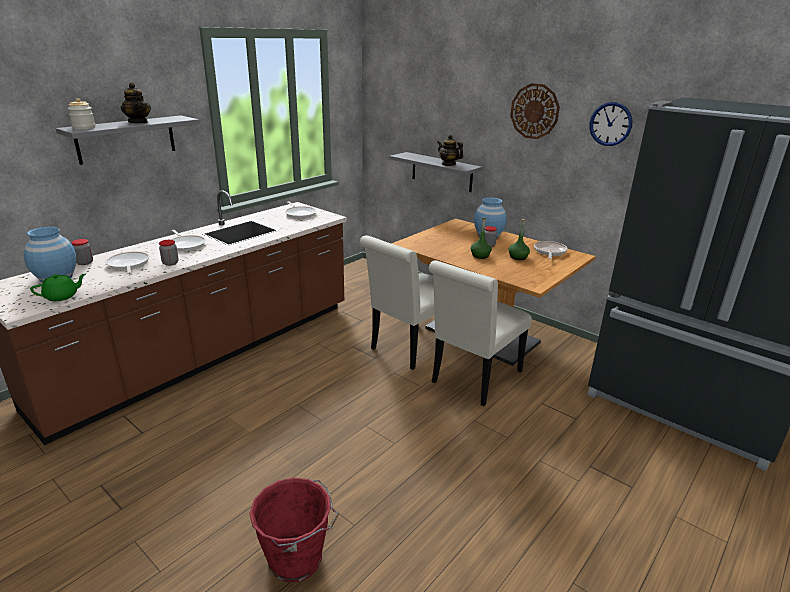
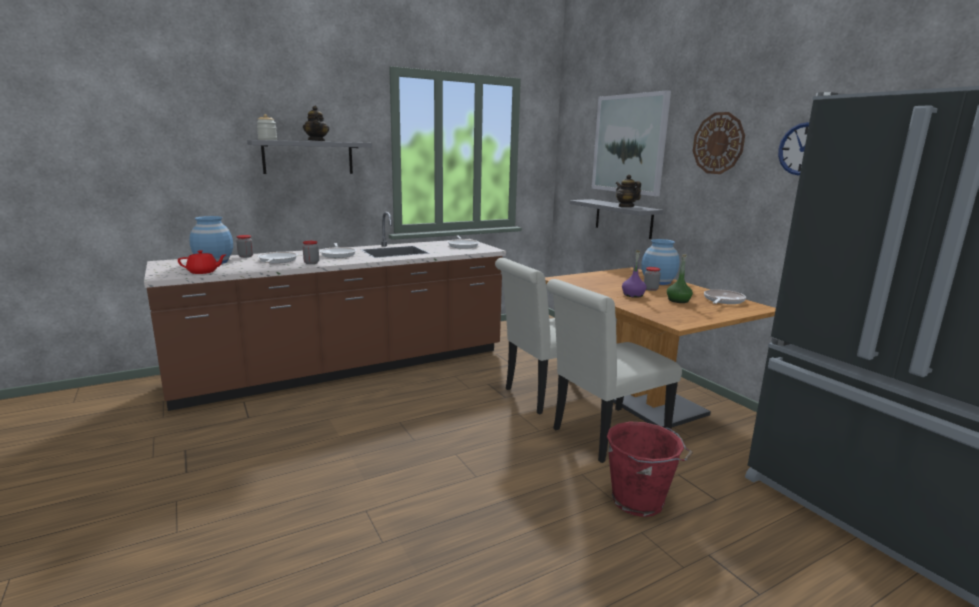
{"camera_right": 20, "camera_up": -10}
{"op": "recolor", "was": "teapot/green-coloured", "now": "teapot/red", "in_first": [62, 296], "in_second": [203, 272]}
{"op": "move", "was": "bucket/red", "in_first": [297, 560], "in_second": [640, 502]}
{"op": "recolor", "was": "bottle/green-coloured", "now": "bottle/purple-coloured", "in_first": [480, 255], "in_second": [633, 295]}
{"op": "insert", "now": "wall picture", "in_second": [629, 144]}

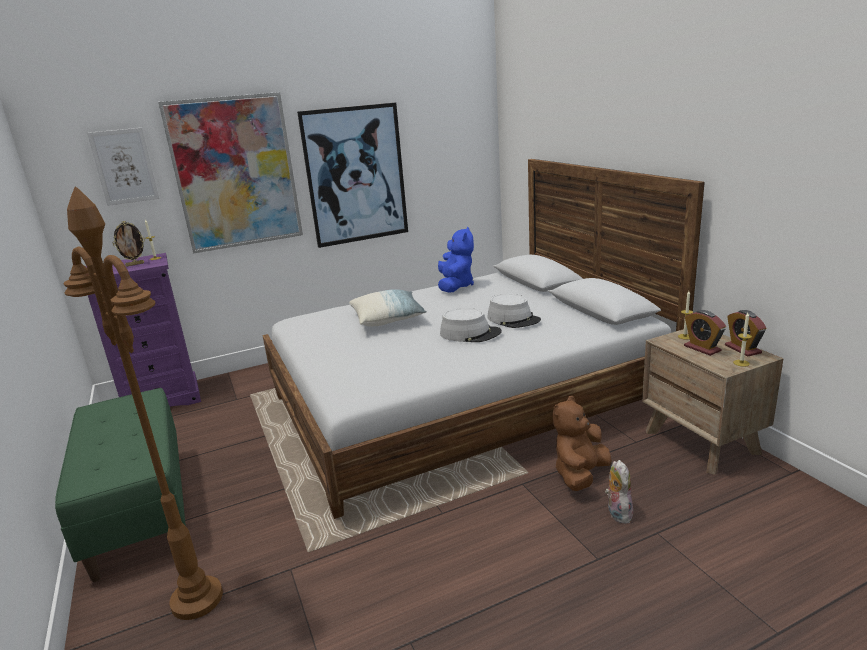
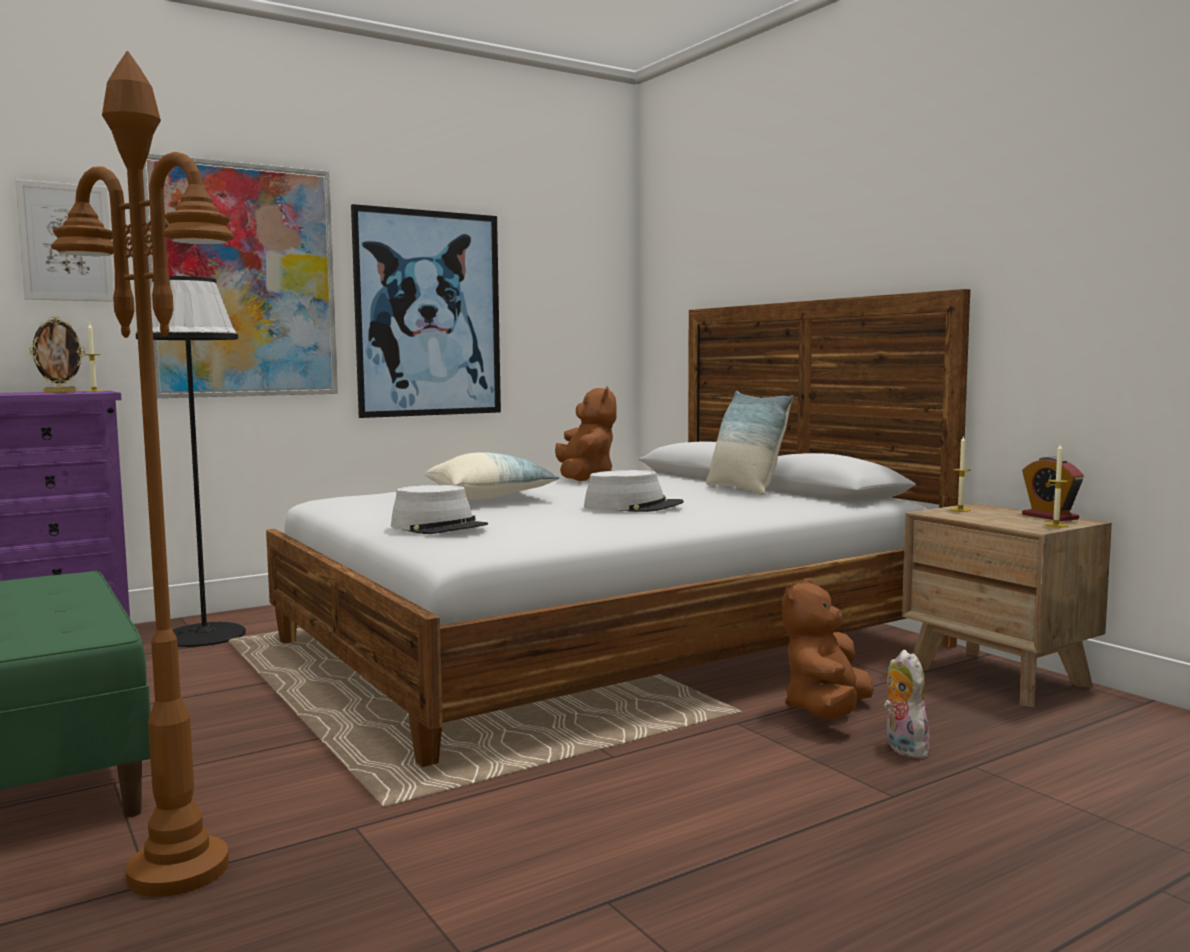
{"camera_right": -10, "camera_up": -15}
{"op": "recolor", "was": "plush toy/bluish", "now": "plush toy/brown", "in_first": [455, 286], "in_second": [584, 478]}
{"op": "move", "was": "wearable hat/greyish", "in_first": [513, 319], "in_second": [439, 527]}
{"op": "delete", "was": "bedside clock", "in_first": [702, 348]}
{"op": "insert", "now": "floor lamp/black", "in_second": [205, 635]}
{"op": "insert", "now": "pillow", "in_second": [744, 489]}

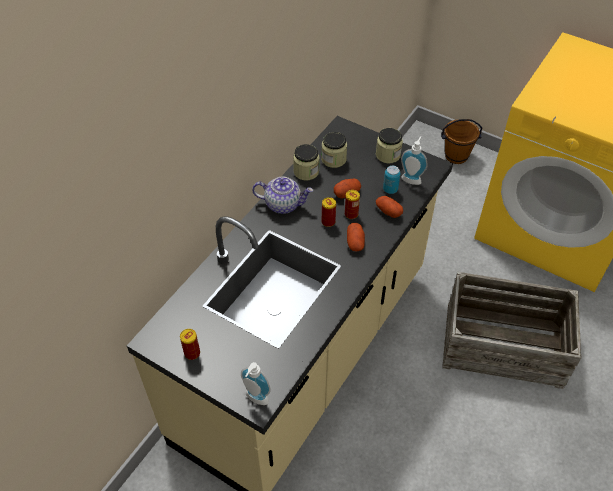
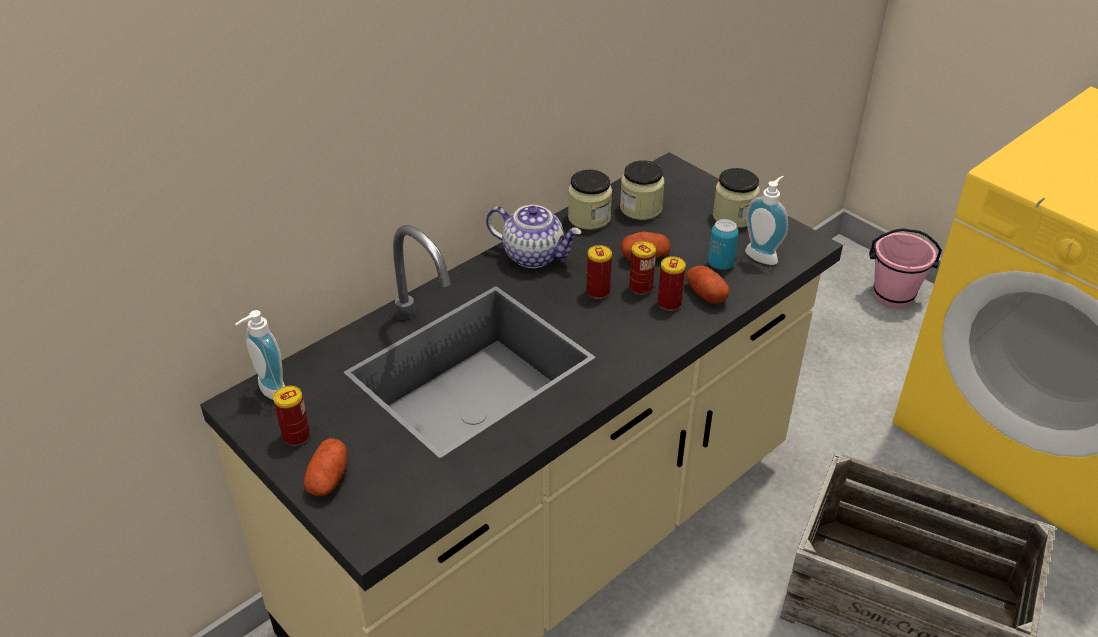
{"camera_right": 15, "camera_up": -10}
{"op": "move", "was": "soap bottle", "in_first": [255, 400], "in_second": [268, 392]}
{"op": "move", "was": "spud", "in_first": [355, 242], "in_second": [328, 478]}
{"op": "recolor", "was": "bucket/brown", "now": "bucket/pink-coloured", "in_first": [456, 156], "in_second": [893, 295]}
{"op": "insert", "now": "sealed can", "in_second": [669, 303]}

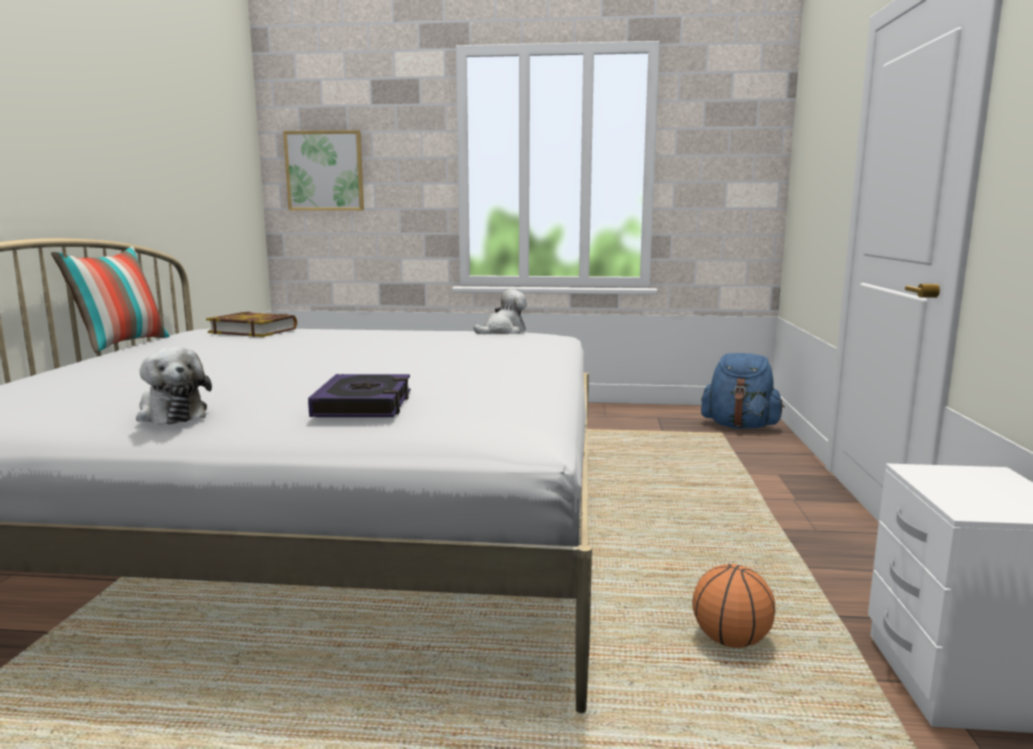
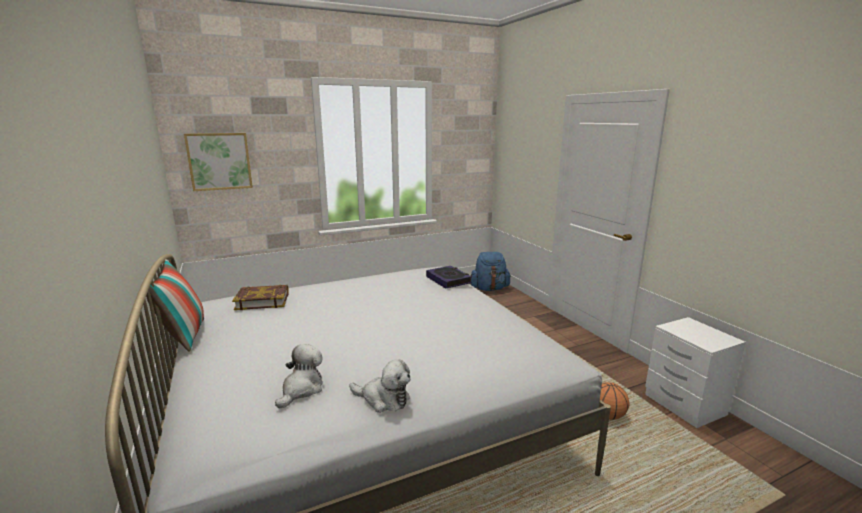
{"camera_right": -30, "camera_up": 5}
{"op": "move", "was": "bound book", "in_first": [364, 404], "in_second": [448, 280]}
{"op": "move", "was": "plush toy", "in_first": [503, 331], "in_second": [301, 389]}

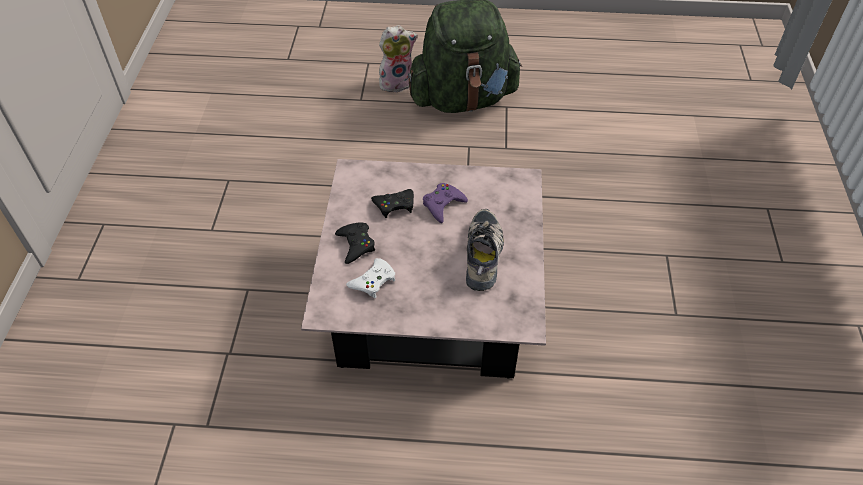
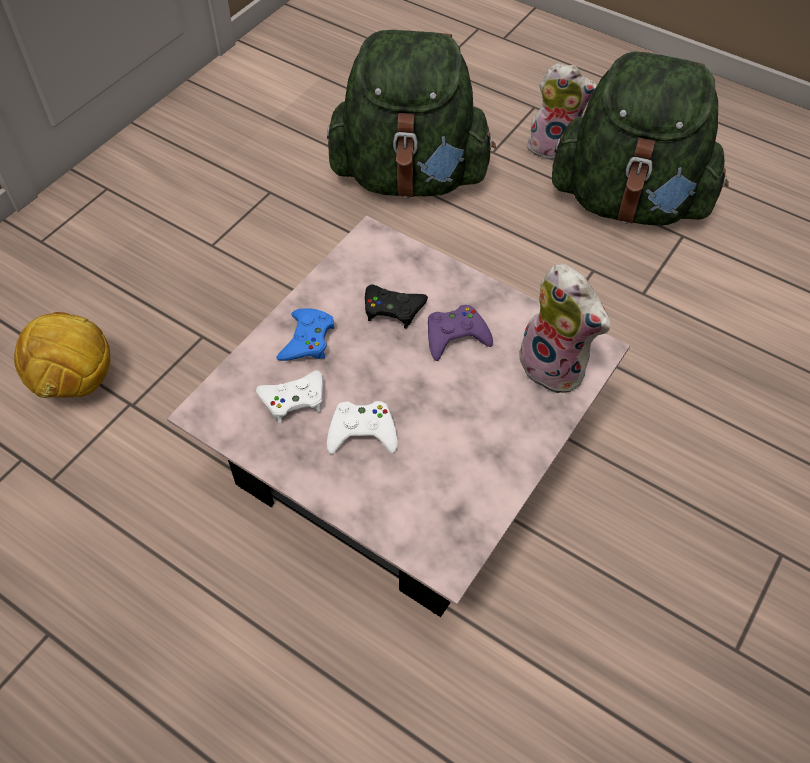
{"camera_right": 30, "camera_up": 5}
{"op": "recolor", "was": "gamepad/black", "now": "gamepad/bluish", "in_first": [356, 245], "in_second": [307, 340]}
{"op": "delete", "was": "low shoe", "in_first": [485, 255]}
{"op": "insert", "now": "football ball", "in_second": [77, 383]}
{"op": "insert", "now": "knapsack/green-coloured", "in_second": [410, 177]}
{"op": "insert", "now": "gamepad/whitish", "in_second": [362, 432]}
{"op": "insert", "now": "plush toy", "in_second": [556, 367]}

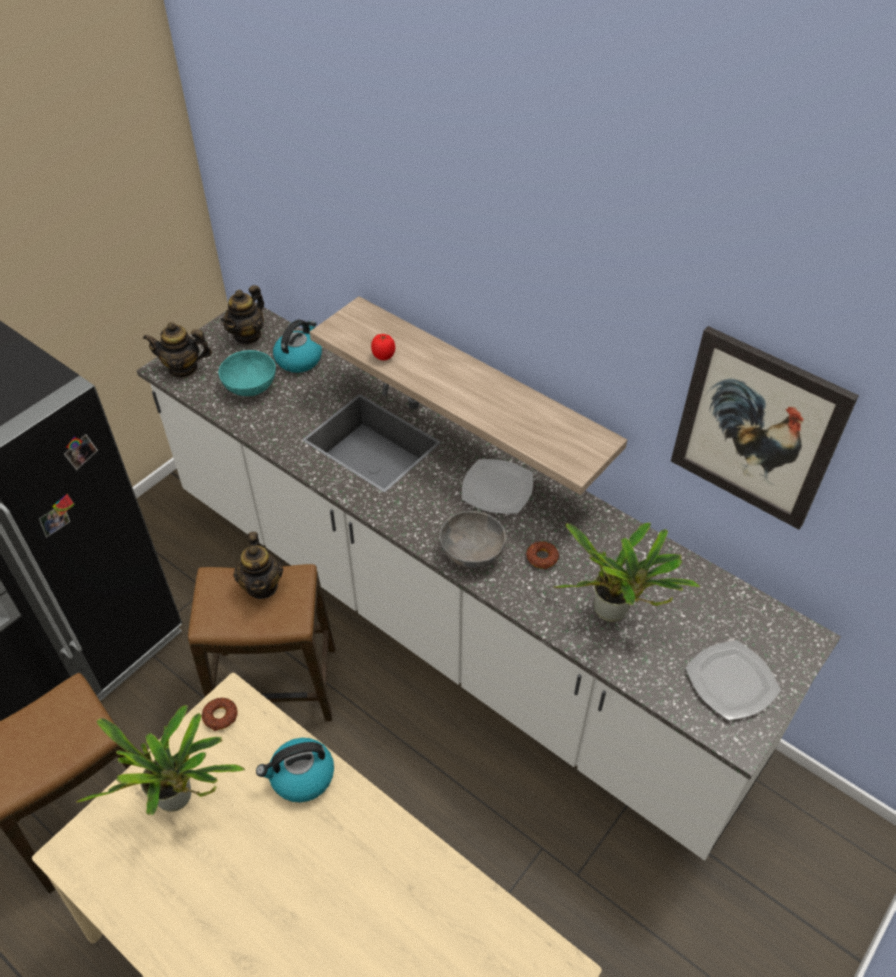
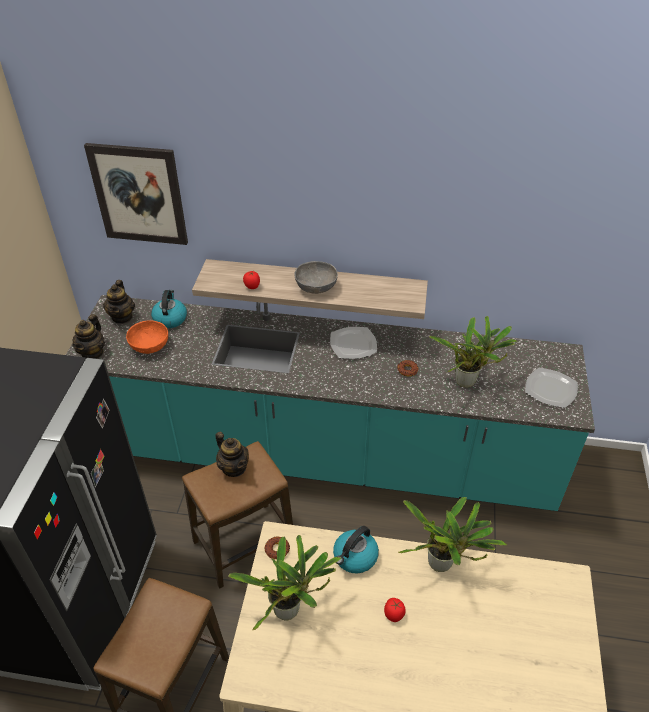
{"camera_right": -30, "camera_up": -5}
{"op": "recolor", "was": "kitchen base unit/whitish", "now": "kitchen base unit/turquoise-coloured", "in_first": [448, 619], "in_second": [324, 455]}
{"op": "rotate", "was": "teapot", "in_first": [183, 368], "in_second": [92, 353], "clockwise": -45}
{"op": "recolor", "was": "deep dish/turquoise-coloured", "now": "deep dish/orange", "in_first": [250, 386], "in_second": [149, 346]}
{"op": "move", "was": "deep dish/greyish", "in_first": [472, 552], "in_second": [316, 287]}
{"op": "move", "was": "wall picture", "in_first": [757, 429], "in_second": [139, 194]}
{"op": "insert", "now": "fresh tomato", "in_second": [394, 614]}
{"op": "insert", "now": "plant in a pot", "in_second": [443, 565]}

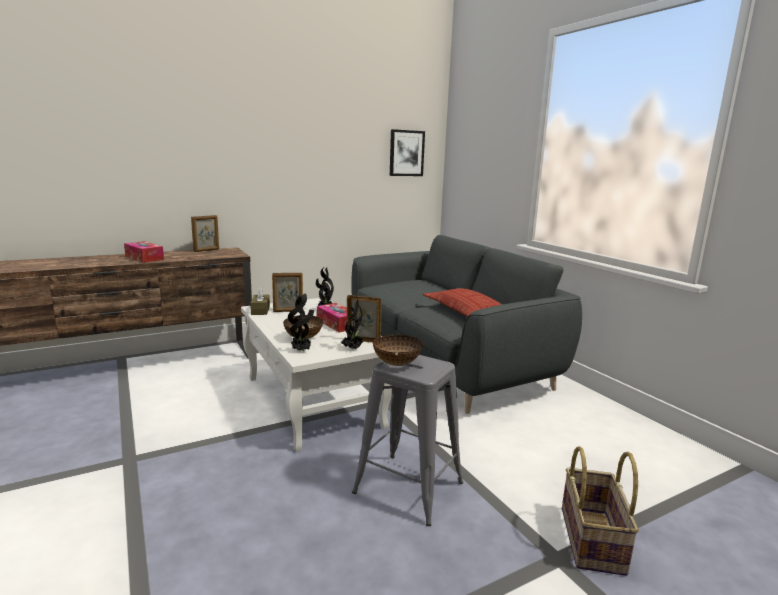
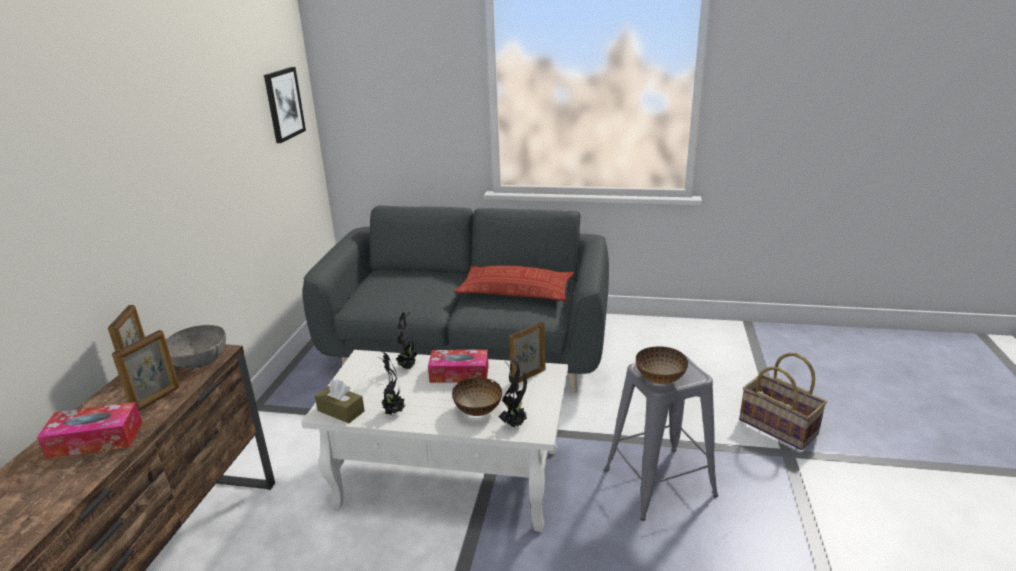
{"camera_right": -50, "camera_up": 10}
{"op": "move", "was": "picture frame", "in_first": [288, 311], "in_second": [156, 399]}
{"op": "move", "was": "plant in a pot", "in_first": [353, 348], "in_second": [393, 412]}
{"op": "insert", "now": "deep dish/greyish", "in_second": [199, 360]}

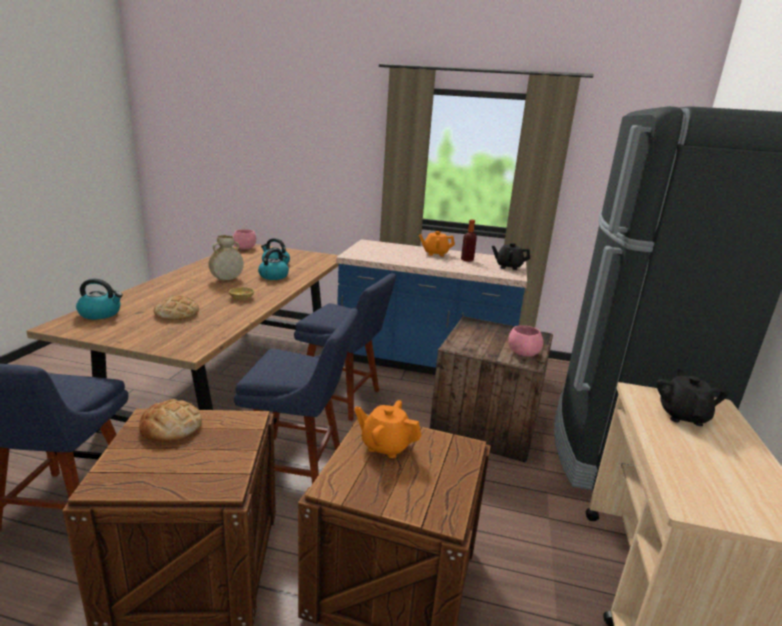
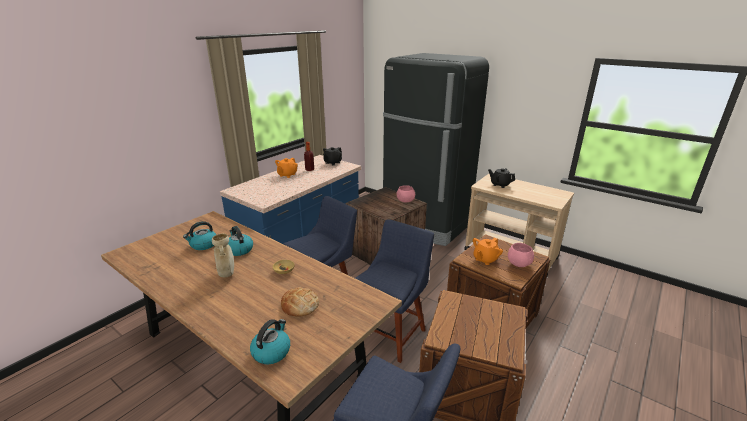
{"camera_right": -65, "camera_up": 5}
{"op": "delete", "was": "bread", "in_first": [171, 426]}
{"op": "move", "was": "deep dish/pink-coloured", "in_first": [244, 248], "in_second": [519, 264]}

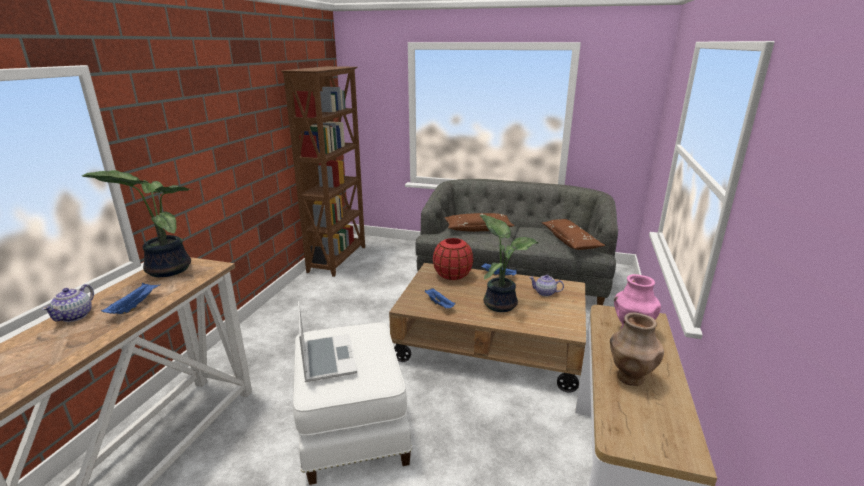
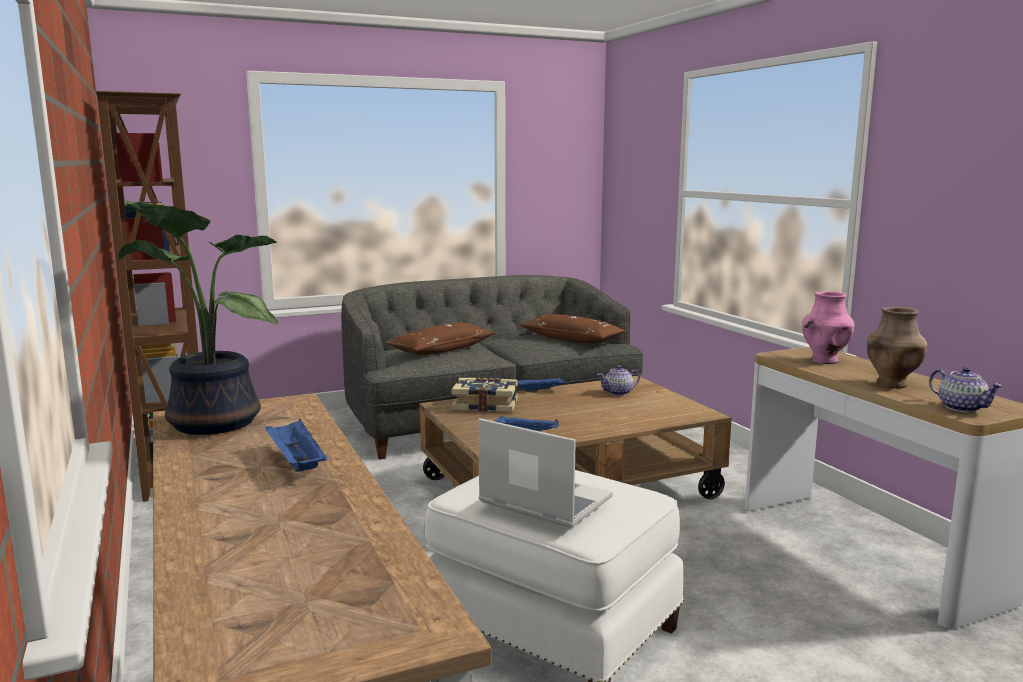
{"camera_right": -40, "camera_up": -10}
{"op": "move", "was": "teapot", "in_first": [75, 316], "in_second": [961, 408]}
{"op": "replace", "was": "vase/red", "now": "bound book", "in_first": [452, 276], "in_second": [485, 405]}
{"op": "delete", "was": "plant in a pot", "in_first": [500, 304]}

